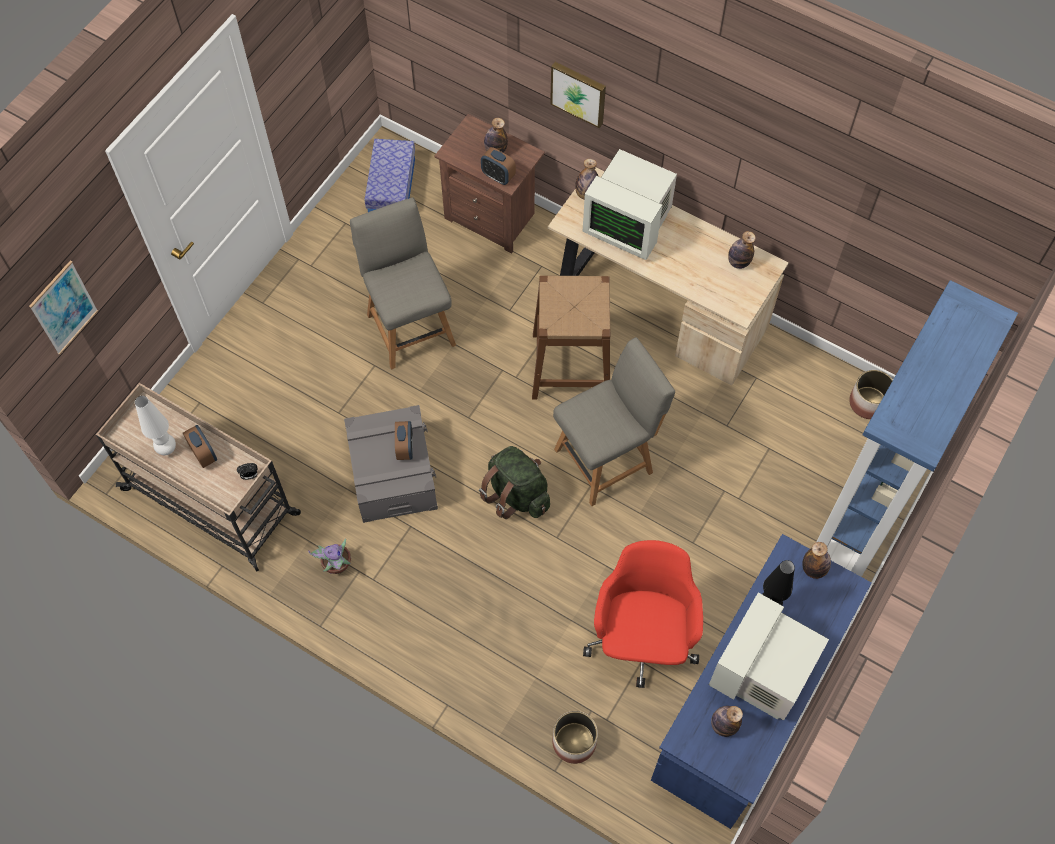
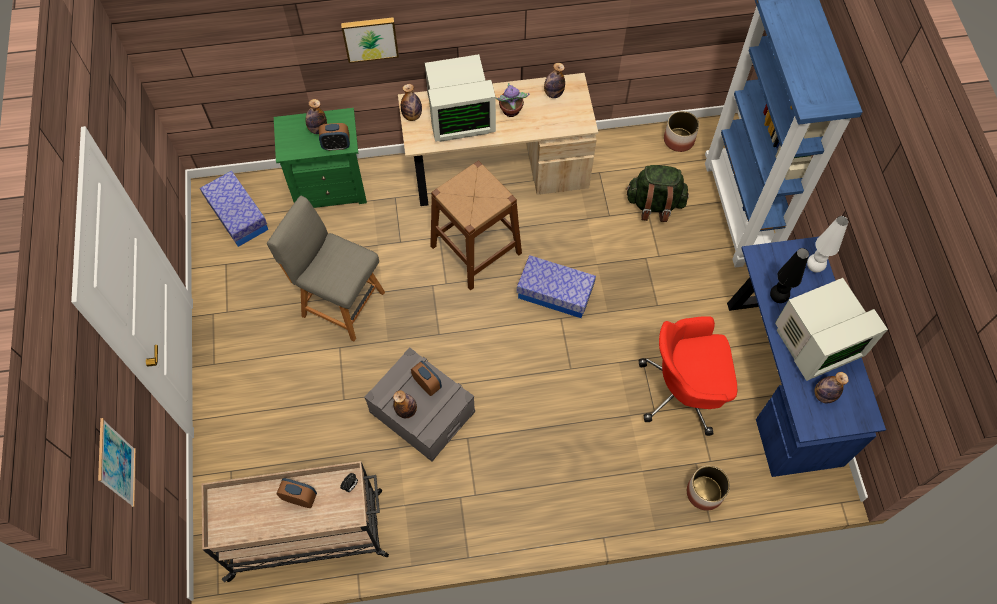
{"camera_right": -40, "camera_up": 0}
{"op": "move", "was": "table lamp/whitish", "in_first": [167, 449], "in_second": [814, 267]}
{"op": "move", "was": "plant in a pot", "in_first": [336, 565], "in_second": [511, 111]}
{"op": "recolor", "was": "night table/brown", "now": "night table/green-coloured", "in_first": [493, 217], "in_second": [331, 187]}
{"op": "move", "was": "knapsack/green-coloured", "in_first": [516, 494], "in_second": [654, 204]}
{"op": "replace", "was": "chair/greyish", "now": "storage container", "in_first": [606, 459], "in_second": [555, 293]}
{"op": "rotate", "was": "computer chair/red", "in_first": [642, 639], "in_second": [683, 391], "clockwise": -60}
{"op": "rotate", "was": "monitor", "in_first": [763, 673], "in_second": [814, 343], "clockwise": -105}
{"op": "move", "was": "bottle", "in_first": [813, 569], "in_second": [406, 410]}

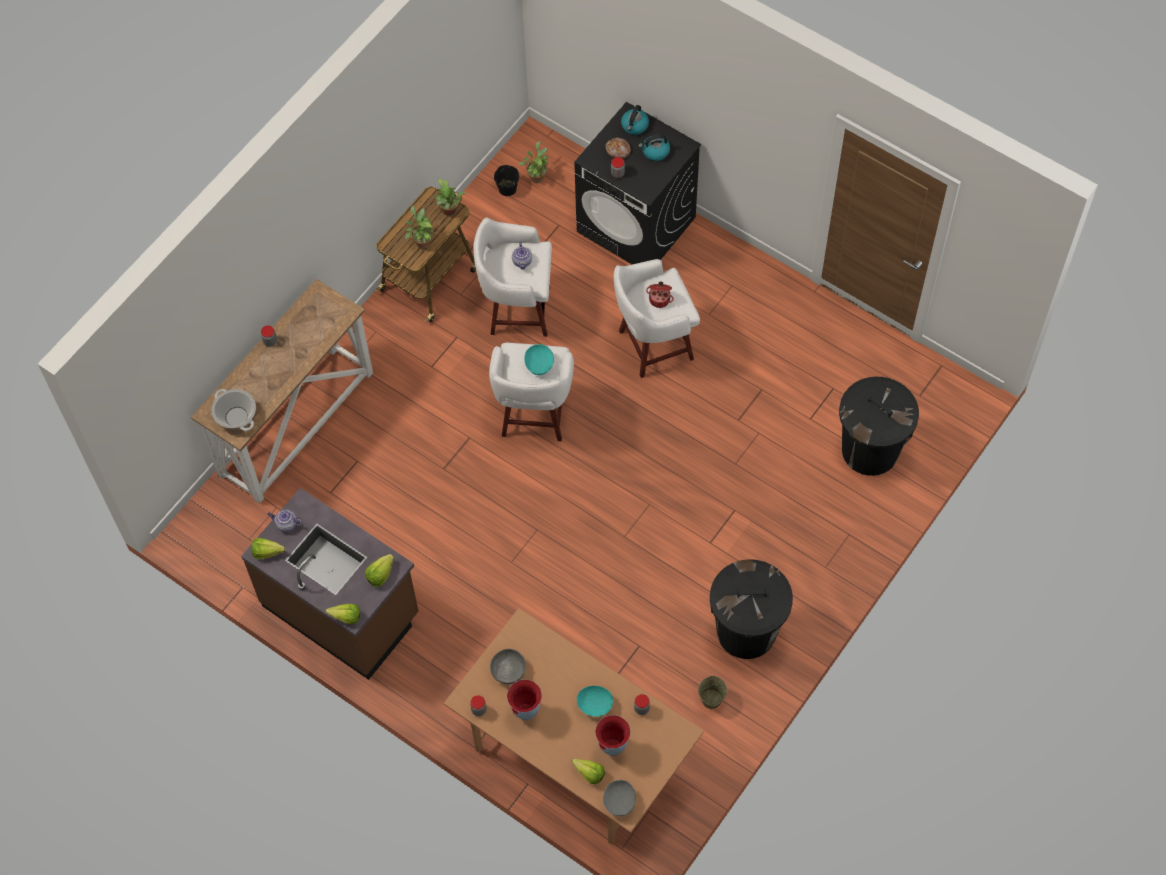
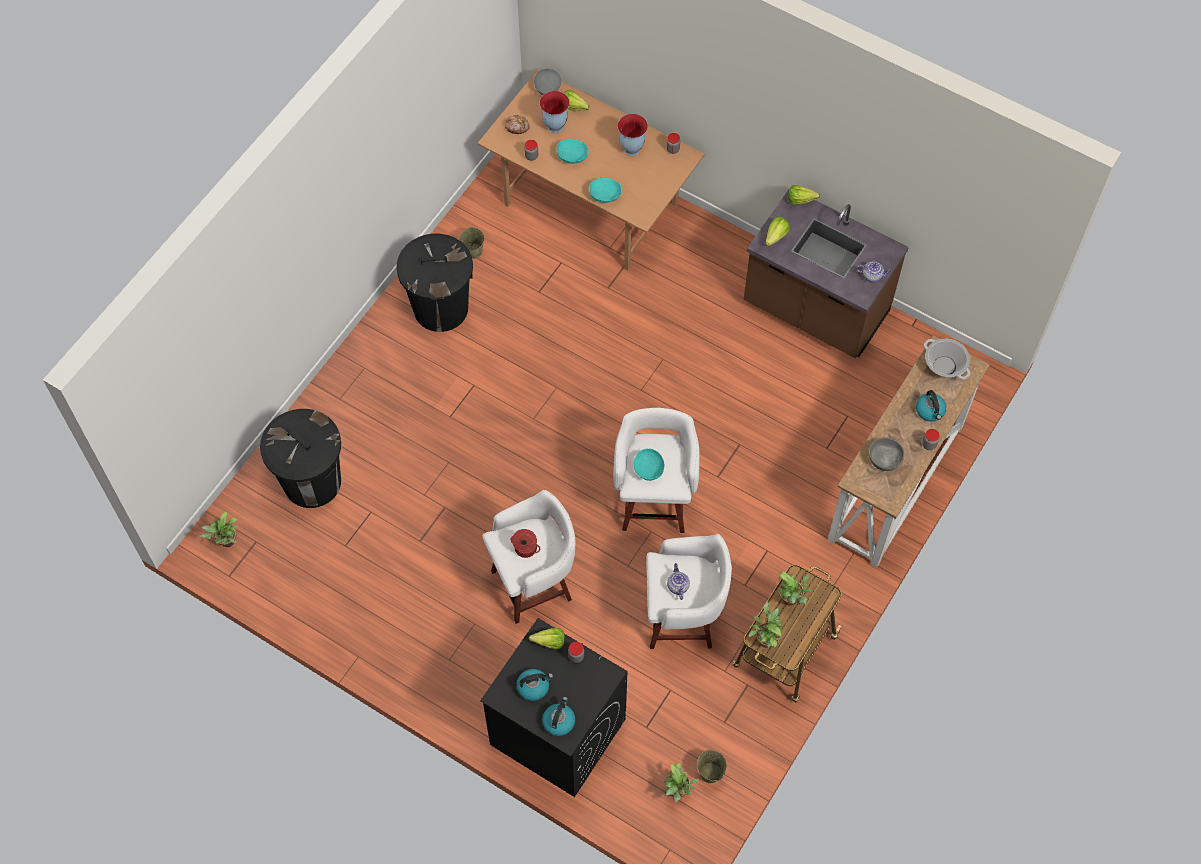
{"camera_right": 175, "camera_up": 0}
{"op": "move", "was": "lettuce", "in_first": [270, 553], "in_second": [547, 641]}
{"op": "move", "was": "deep dish/greyish", "in_first": [508, 671], "in_second": [884, 459]}
{"op": "recolor", "was": "bucket/black", "now": "bucket/beige-coloured", "in_first": [507, 188], "in_second": [710, 773]}
{"op": "move", "was": "bread", "in_first": [618, 151], "in_second": [517, 126]}
{"op": "insert", "now": "plant in a pot", "in_second": [226, 542]}
{"op": "insert", "now": "deep dish/turquoise-coloured", "in_second": [605, 195]}
{"op": "insert", "now": "kettle", "in_second": [930, 411]}

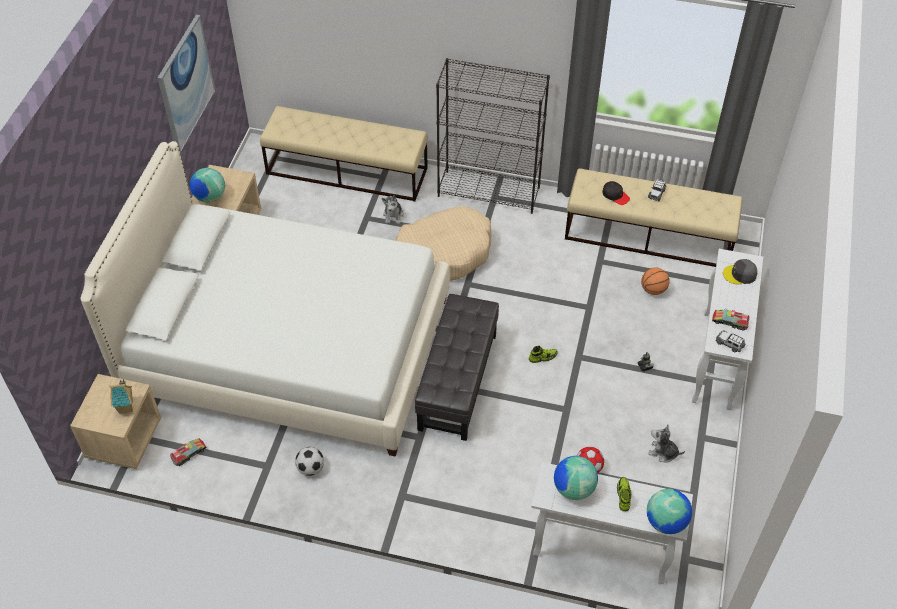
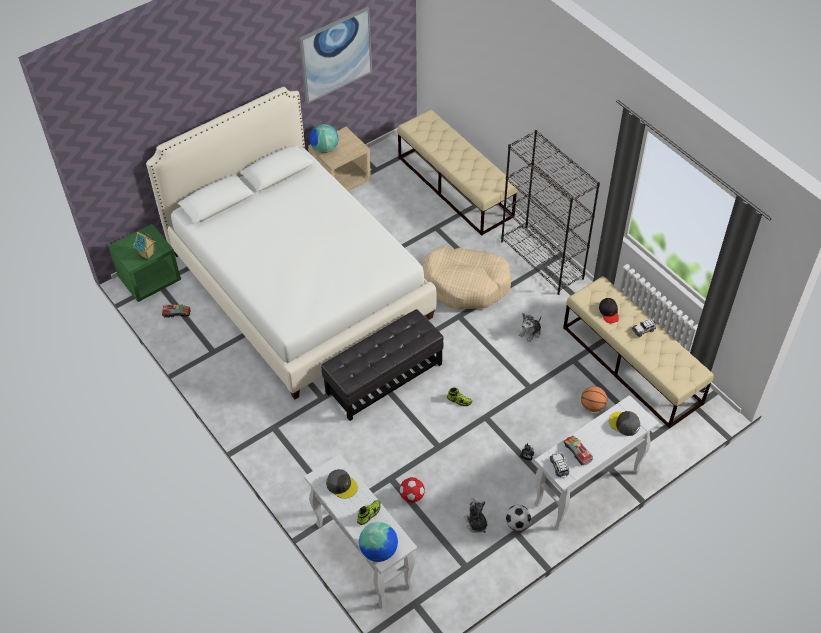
{"camera_right": 40, "camera_up": 0}
{"op": "recolor", "was": "night table/beige-coloured", "now": "night table/green-coloured", "in_first": [124, 439], "in_second": [150, 279]}
{"op": "move", "was": "football ball", "in_first": [311, 468], "in_second": [517, 524]}
{"op": "move", "was": "plush toy", "in_first": [393, 215], "in_second": [530, 332]}
{"op": "replace", "was": "globe", "now": "baseball cap/greyish", "in_first": [573, 488], "in_second": [342, 485]}

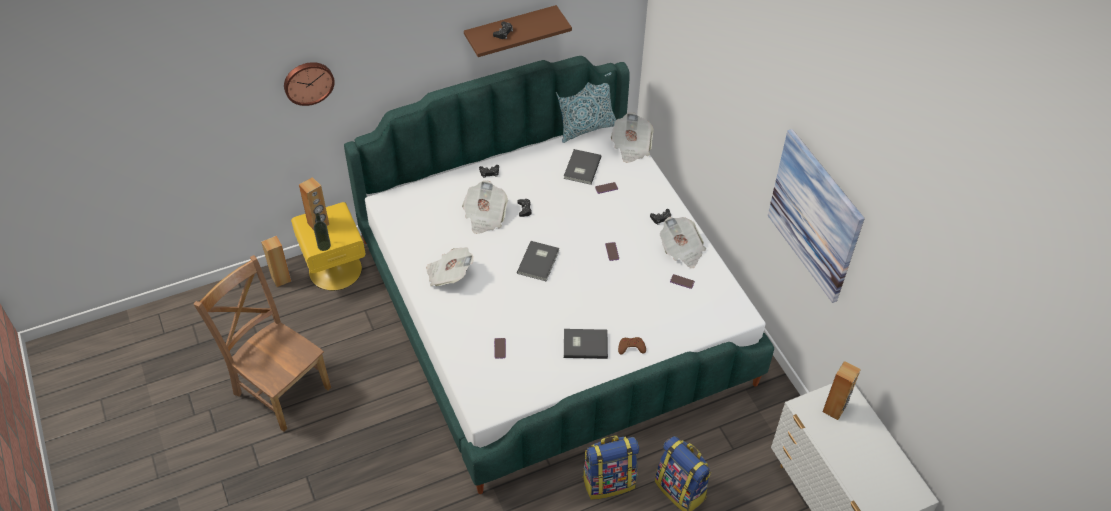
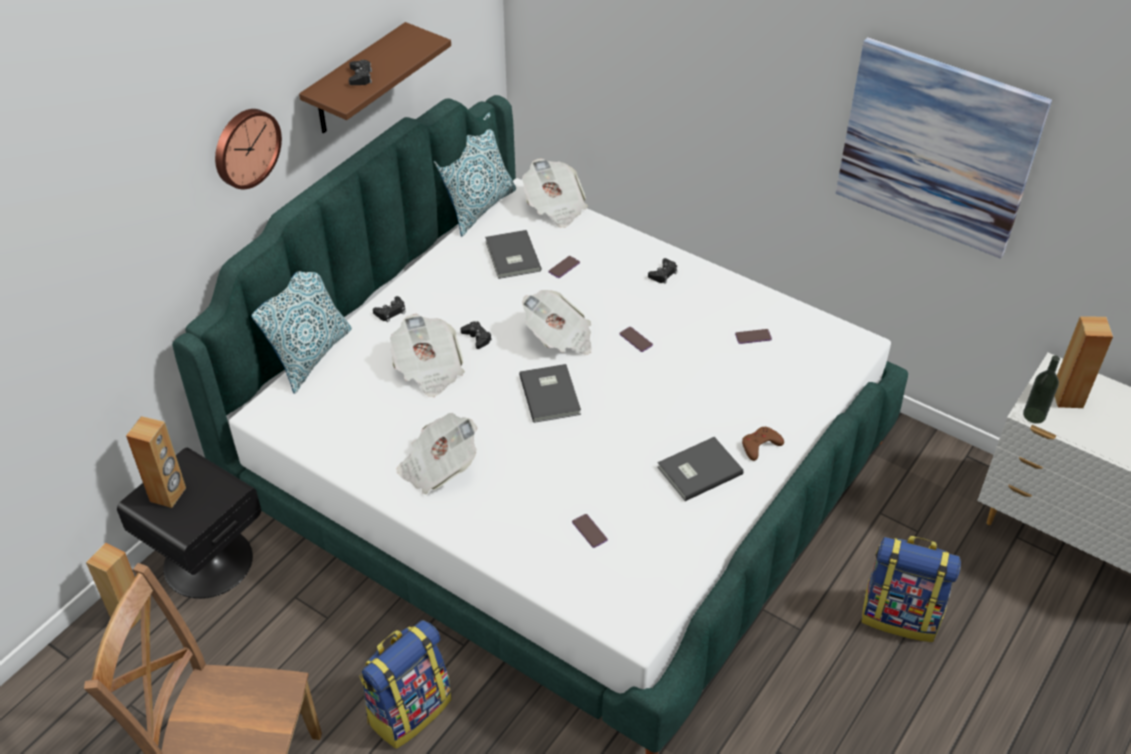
{"camera_right": -30, "camera_up": -5}
{"op": "move", "was": "hanging clock", "in_first": [308, 82], "in_second": [245, 147]}
{"op": "recolor", "was": "night table/yellowish", "now": "night table/black", "in_first": [335, 269], "in_second": [207, 561]}
{"op": "move", "was": "bottle", "in_first": [324, 246], "in_second": [1034, 415]}
{"op": "move", "was": "knapsack", "in_first": [609, 481], "in_second": [409, 709]}
{"op": "move", "was": "newspaper", "in_first": [681, 250], "in_second": [559, 338]}
{"op": "insert", "now": "pillow", "in_second": [311, 356]}

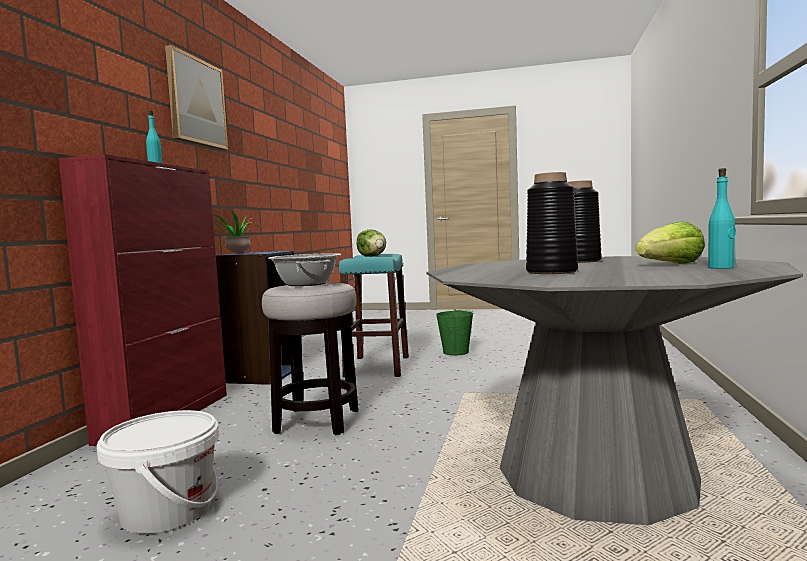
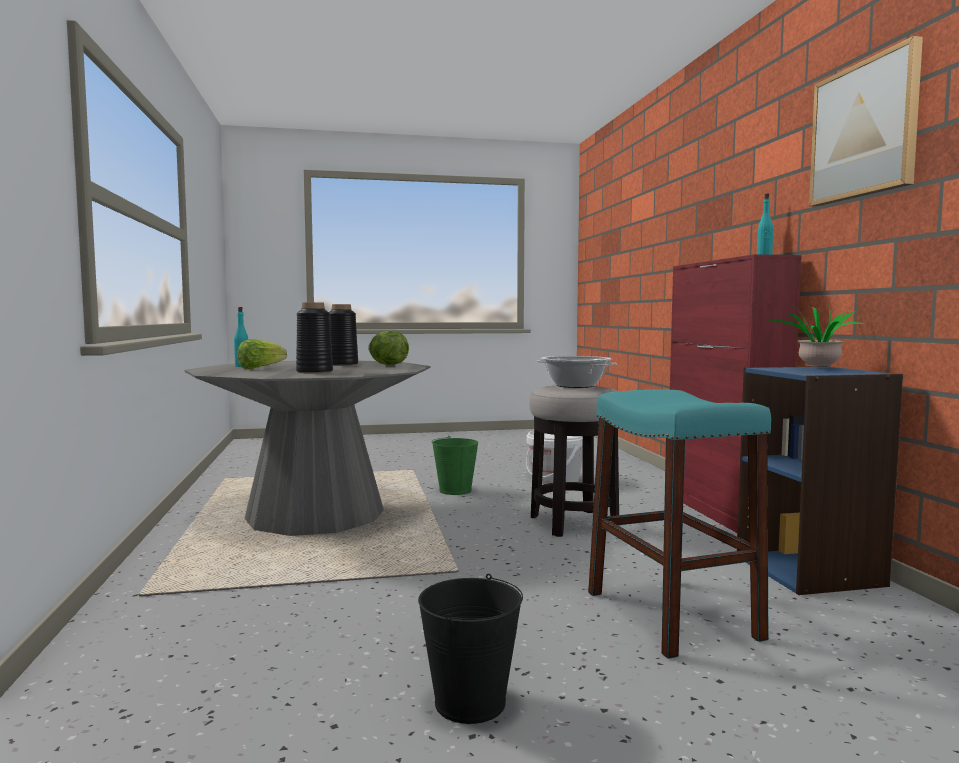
{"camera_right": 155, "camera_up": 0}
{"op": "move", "was": "lettuce", "in_first": [372, 256], "in_second": [387, 365]}
{"op": "move", "was": "bucket/green-coloured", "in_first": [455, 352], "in_second": [455, 490]}
{"op": "insert", "now": "bucket/black", "in_second": [469, 702]}

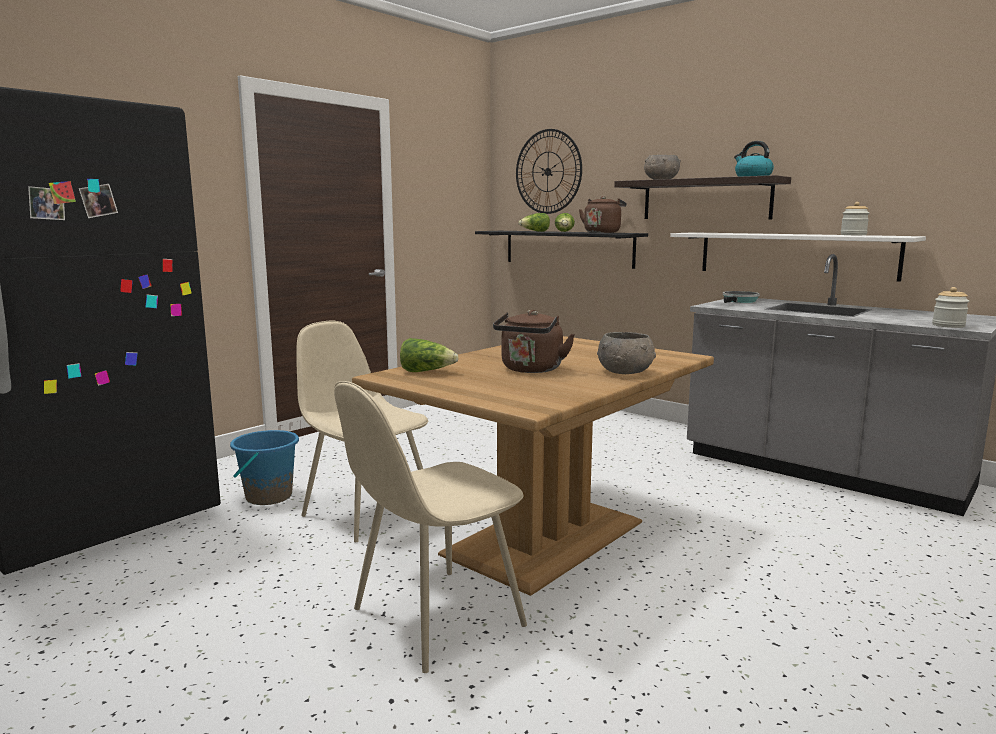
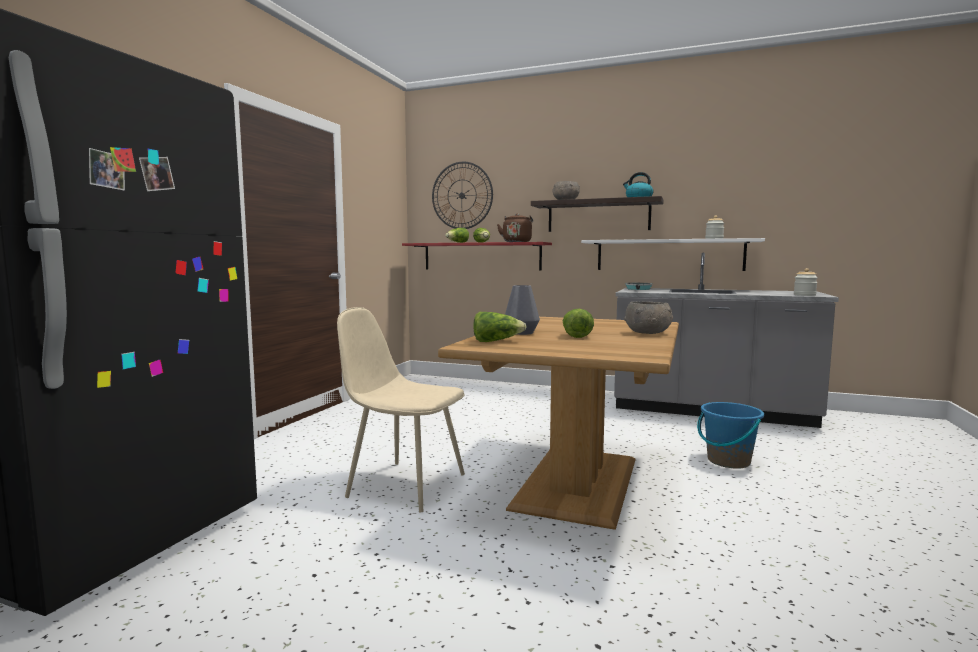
{"camera_right": -20, "camera_up": -5}
{"op": "move", "was": "bucket/bluish", "in_first": [268, 496], "in_second": [728, 461]}
{"op": "delete", "was": "chair/beige-coloured", "in_first": [434, 619]}
{"op": "recolor", "was": "bracket shelf/black", "now": "bracket shelf/red", "in_first": [567, 248], "in_second": [481, 256]}
{"op": "replace", "was": "kettle/brown", "now": "lettuce", "in_first": [531, 370], "in_second": [576, 335]}
{"op": "insert", "now": "vase/greyish", "in_second": [521, 333]}

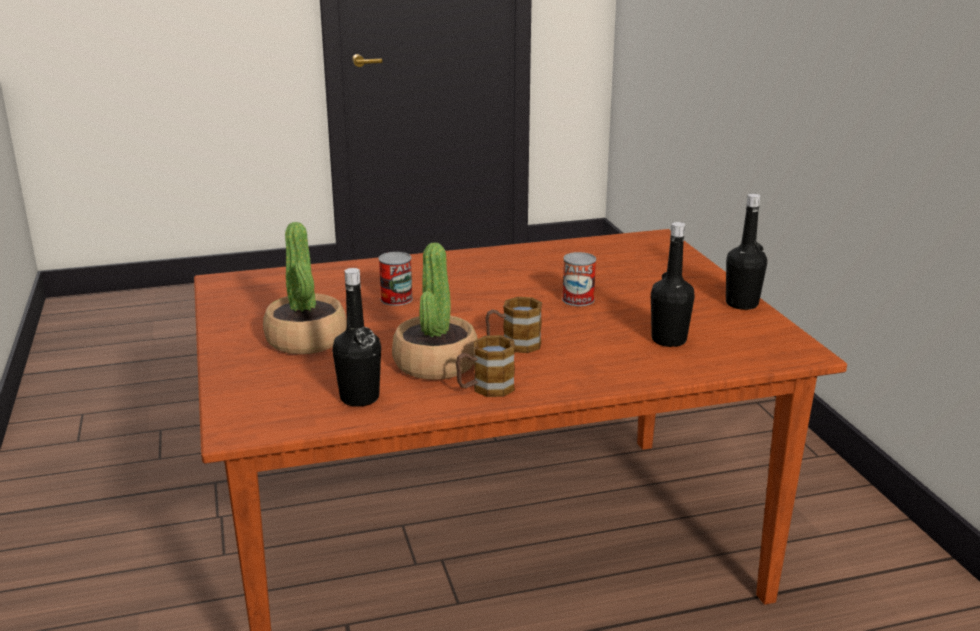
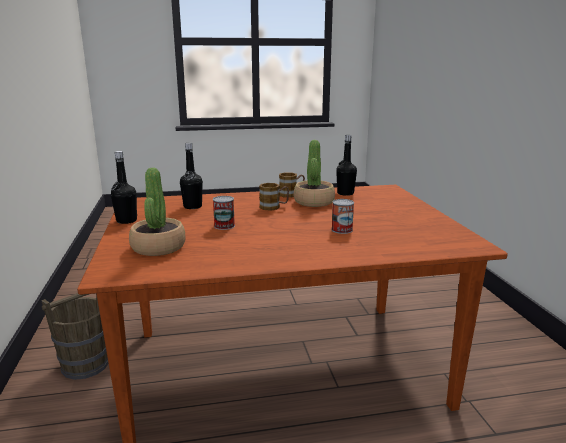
{"camera_right": -175, "camera_up": -5}
{"op": "move", "was": "plant in a pot", "in_first": [306, 340], "in_second": [158, 247]}
{"op": "insert", "now": "bucket/brown", "in_second": [85, 365]}

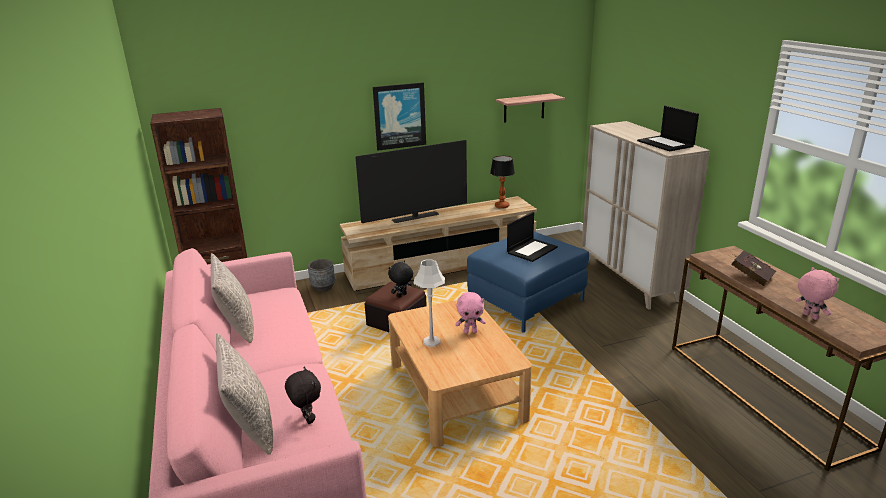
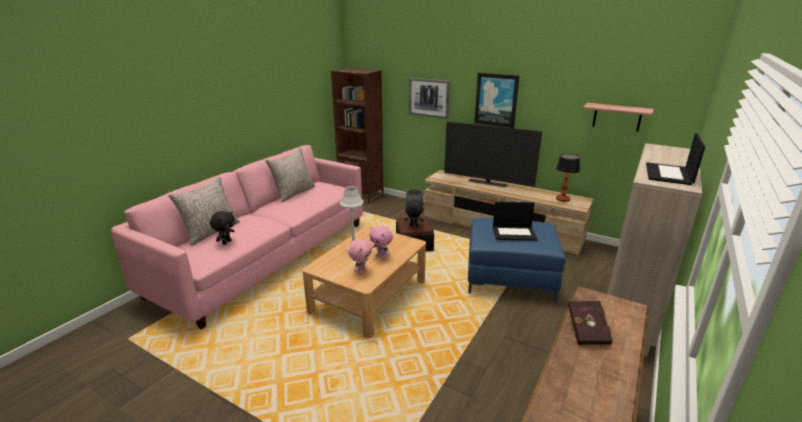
{"camera_right": 50, "camera_up": 0}
{"op": "move", "was": "plush toy/pink-coloured", "in_first": [809, 316], "in_second": [361, 271]}
{"op": "insert", "now": "wall picture", "in_second": [429, 97]}

